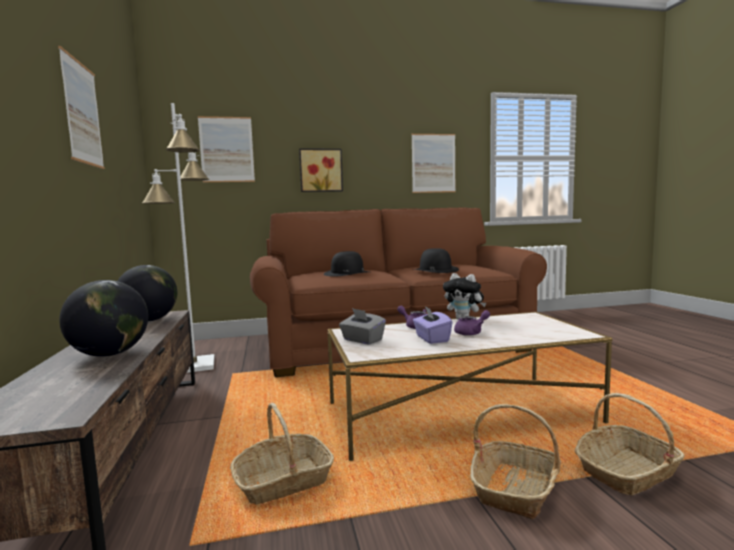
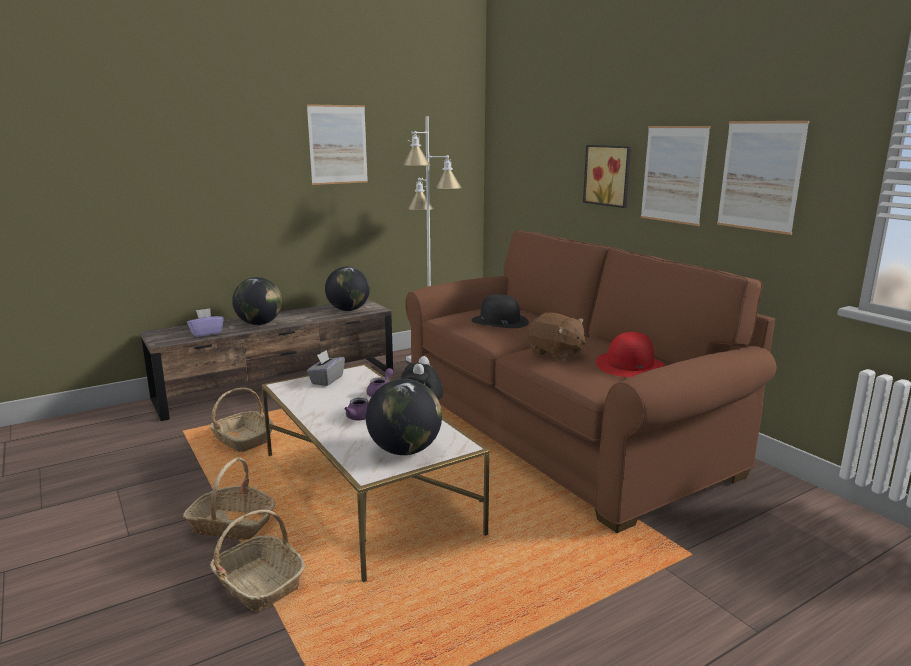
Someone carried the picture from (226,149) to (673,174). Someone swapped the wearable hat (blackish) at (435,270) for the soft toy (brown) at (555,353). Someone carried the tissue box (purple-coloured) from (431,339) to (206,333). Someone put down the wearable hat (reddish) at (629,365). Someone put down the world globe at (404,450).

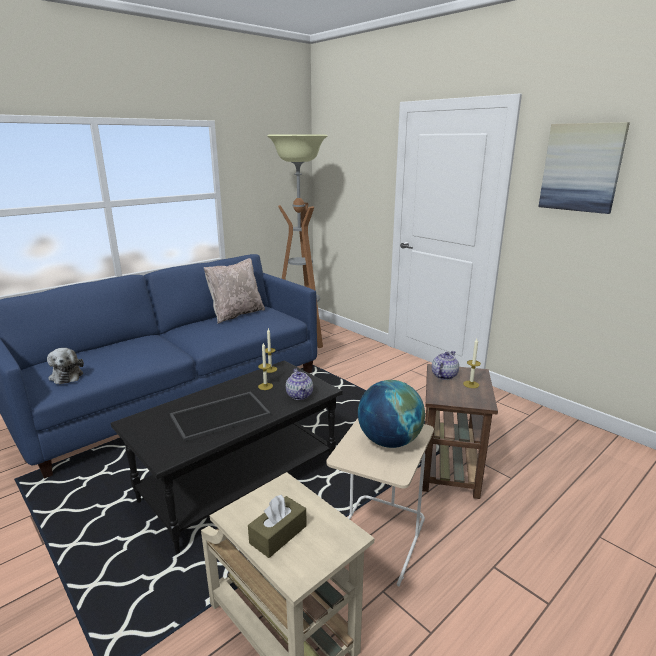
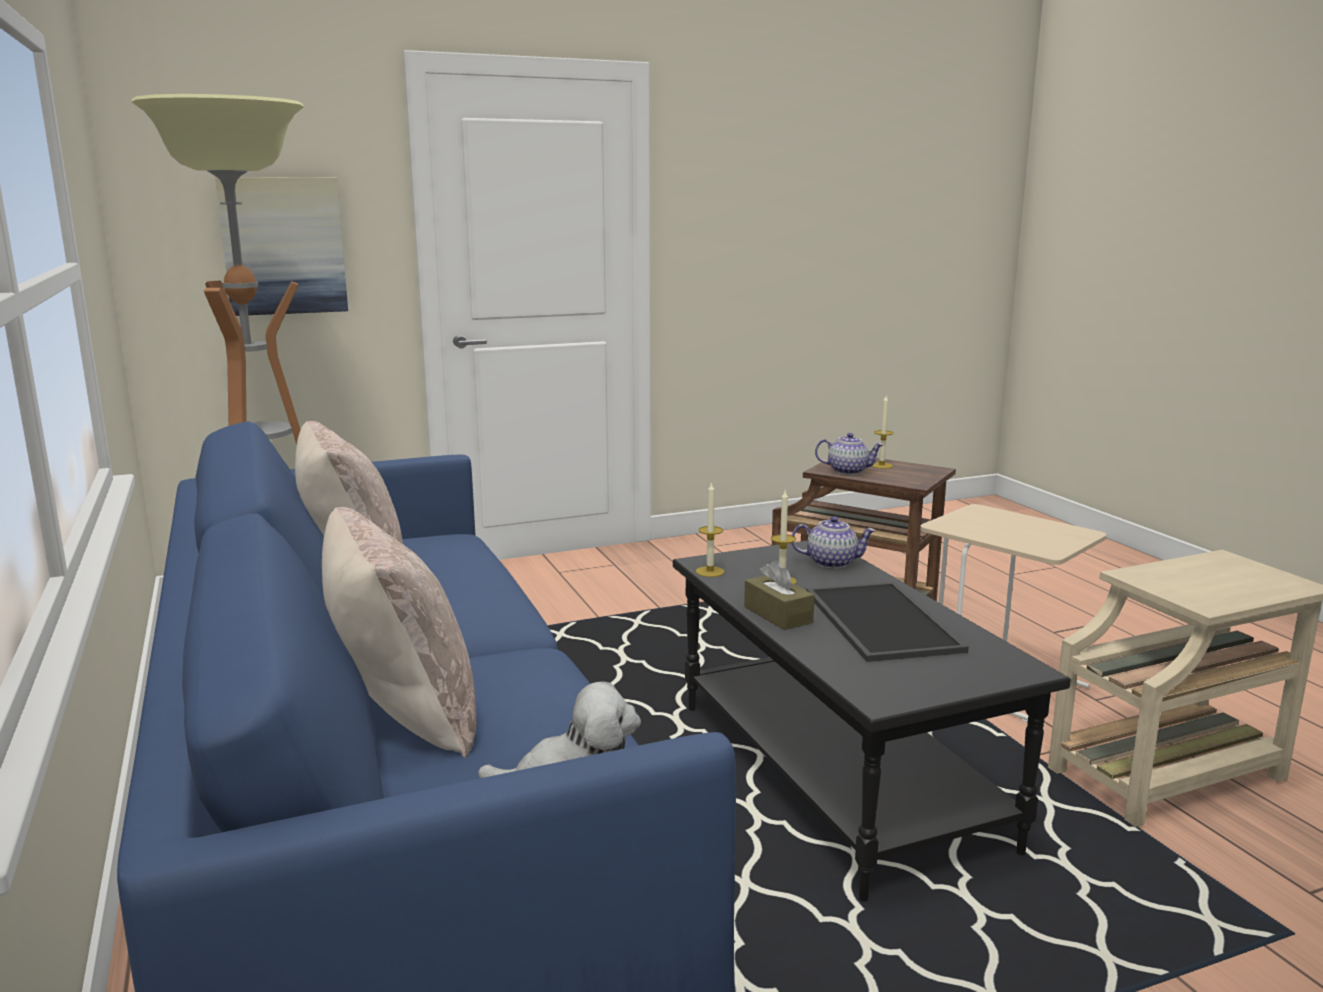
Someone carried the picture from (581,167) to (283,246). Someone rotated the tea pot at (444,375) by 135 degrees clockwise. Someone took away the world globe at (389,441). Someone carried the tissue box (brown) from (278,534) to (778,615). Someone put down the pillow (beige) at (403,716).

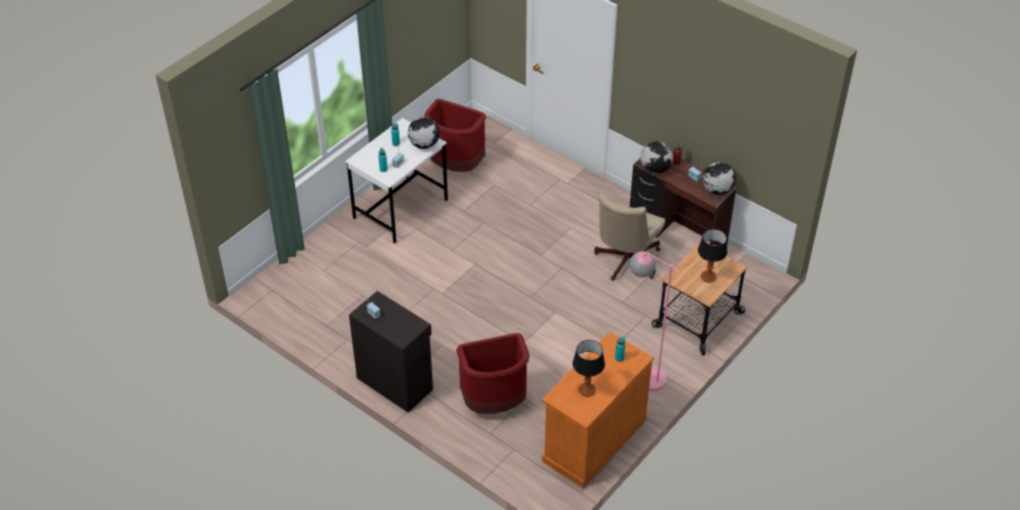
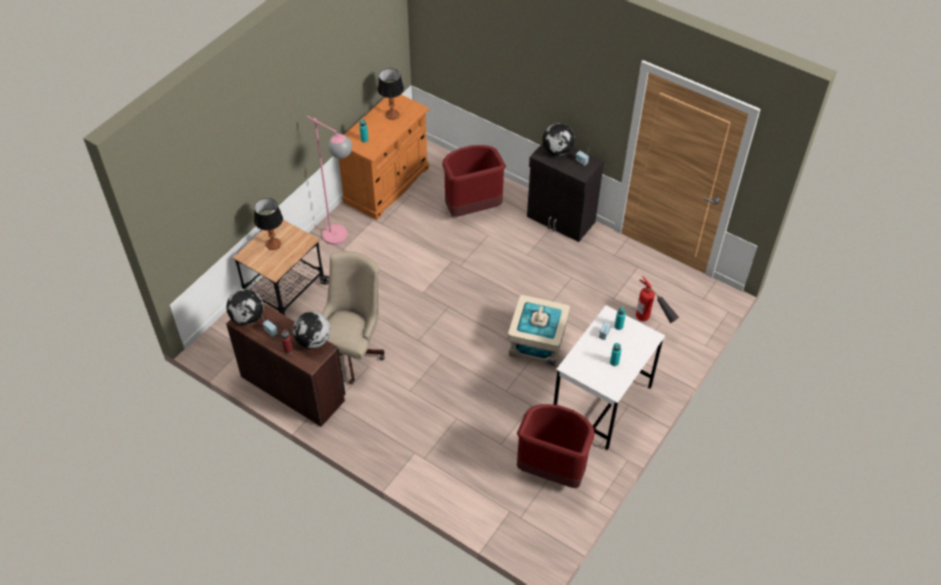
Someone carried the world globe from (423,144) to (557,151). Someone put down the fire-fighting cylinder at (652,323). Someone put down the storage bin (beige) at (537,343).

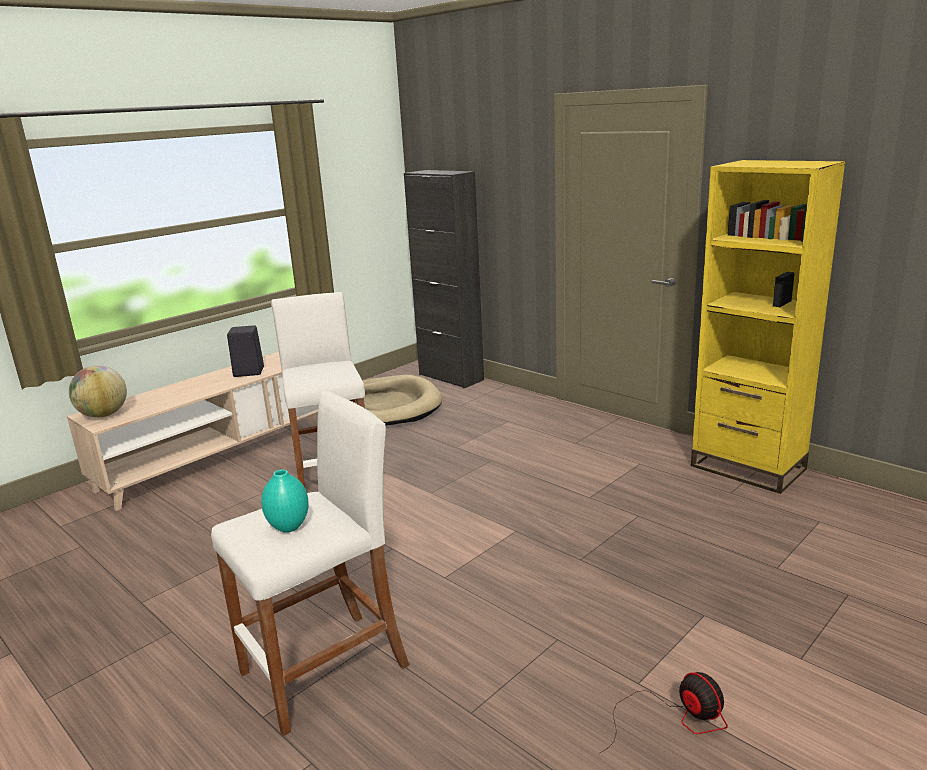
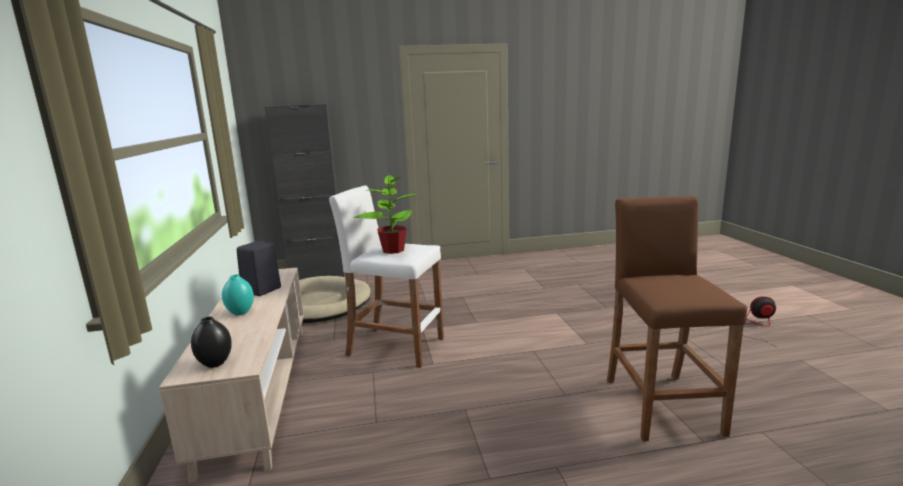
Someone took away the bookshelf (yellowish) at (747,468). Someone swapped the world globe at (103,415) for the flower vase (blackish) at (214,364). Someone repainted the stool seat (white-coloured) at (325,669), which became the stool seat (brown) at (661,405). Someone carried the flower vase (turquoise) from (289,527) to (241,312). Someone put down the houseplant at (393,250).

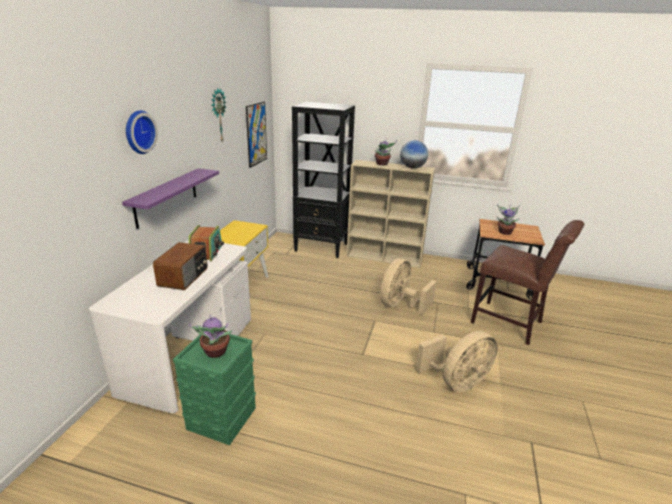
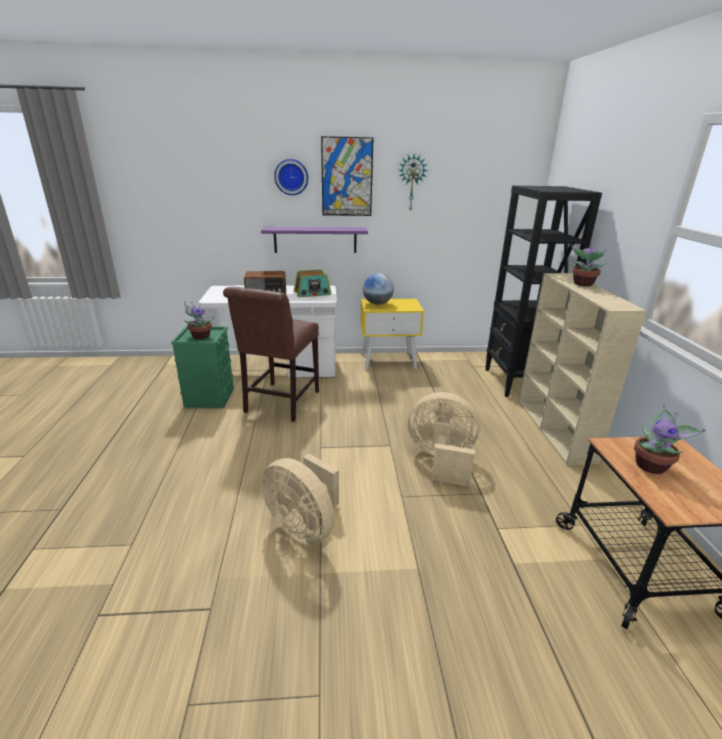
Someone carried the picture from (256,134) to (347,177). Someone carried the world globe from (412,167) to (377,304). Someone carried the chair (brown) from (510,324) to (279,403).

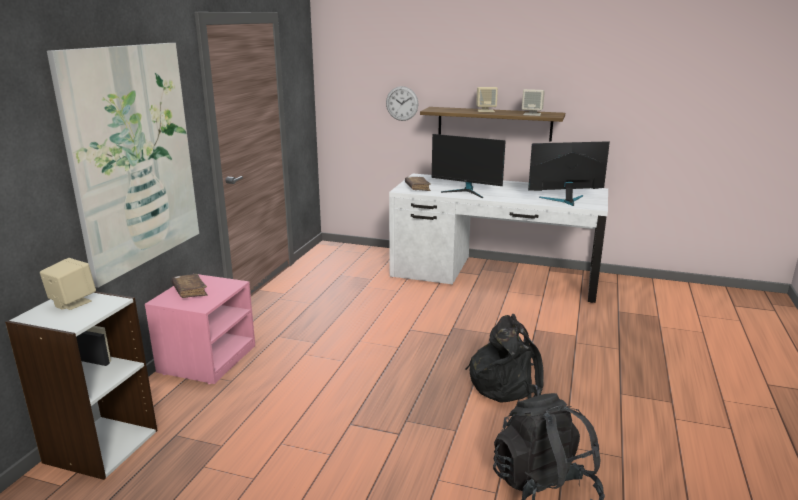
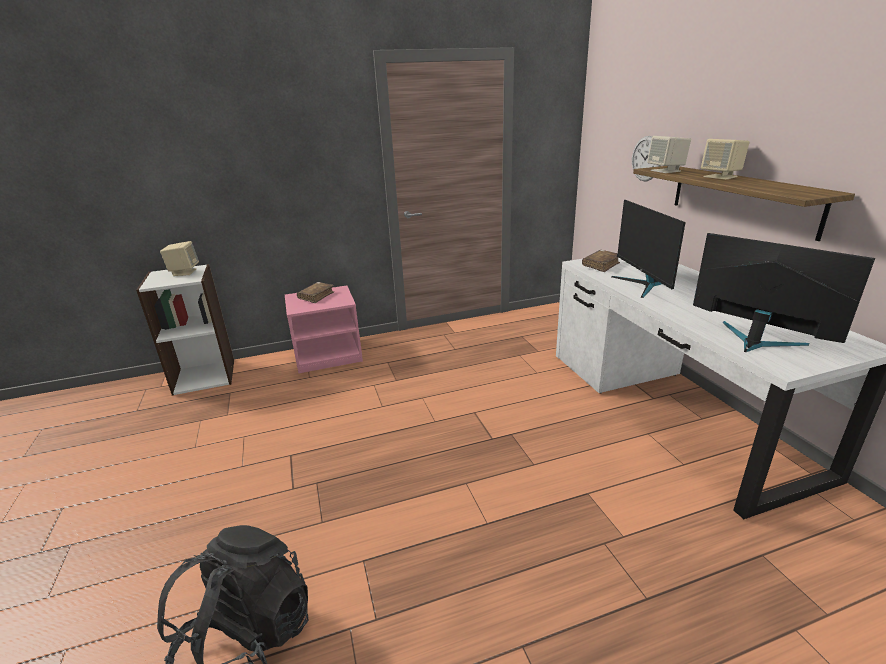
Someone took away the picture at (133,158). Someone carried the speaker (beige) from (532,114) to (666,171). Someone took away the knapsack (blackish) at (505,383).

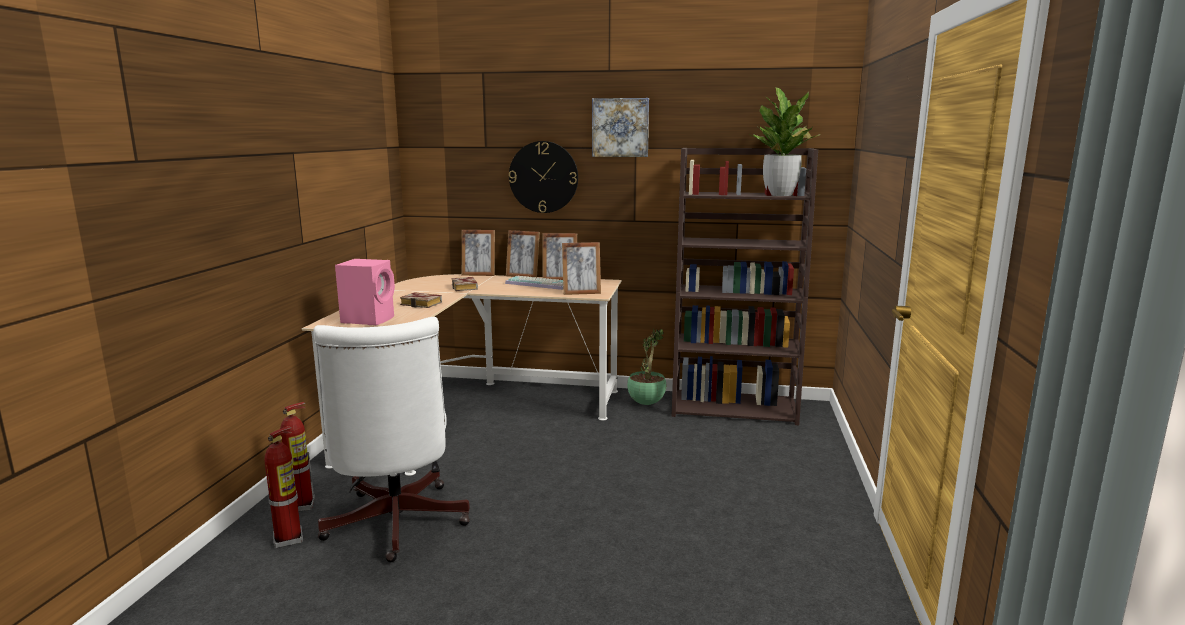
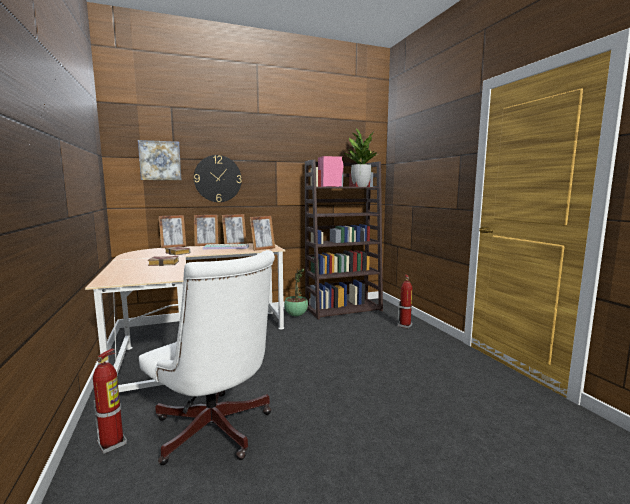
Someone carried the picture from (620,127) to (160,160). Someone carried the speaker (pink) from (369,319) to (329,186). Someone carried the fire-fighting cylinder from (289,539) to (405,325).

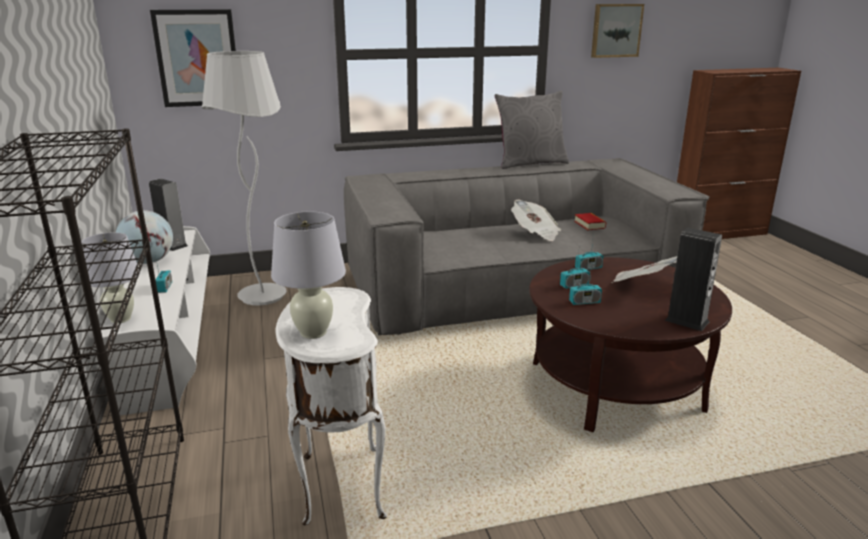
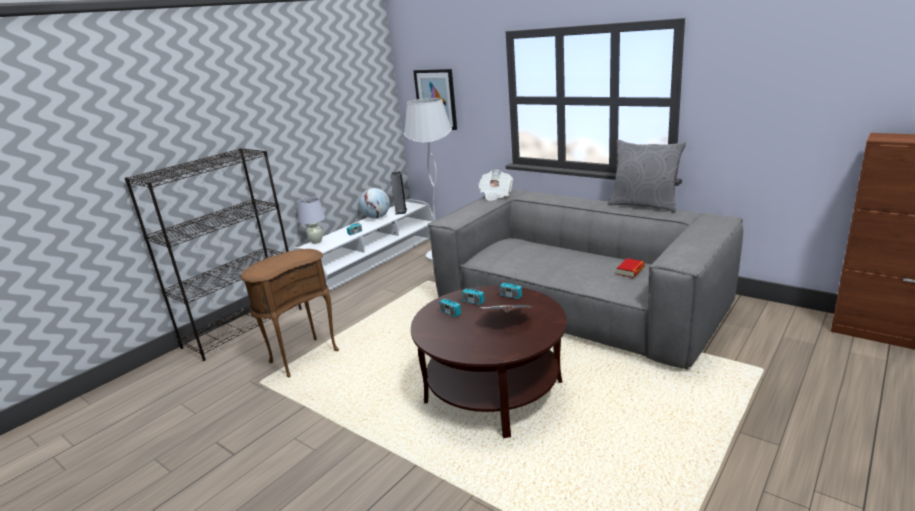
Someone took away the picture at (615,30). Someone carried the newspaper from (535,233) to (495,195). Someone took away the lamp for a table (white-coloured) at (313,333). Someone took away the speaker at (687,321). Someone repainted the side table (white-coloured) at (338,486), which became the side table (brown) at (302,356).

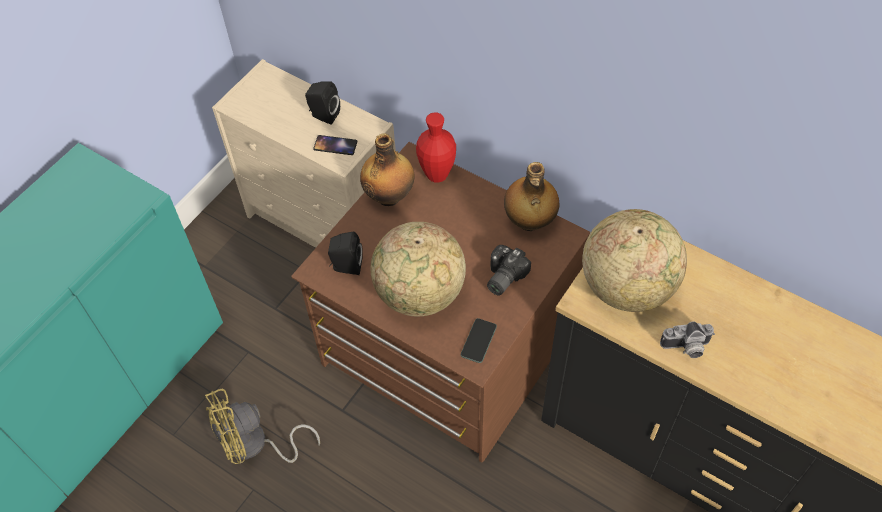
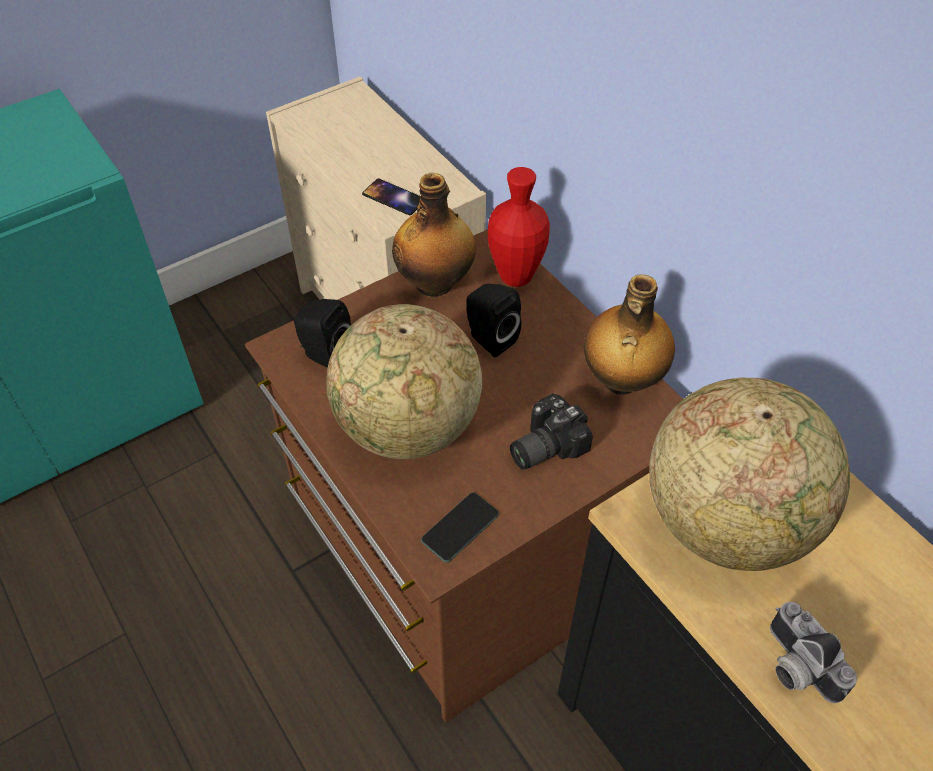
Someone carried the speaker (blackish) from (323,115) to (489,339). Someone rotated the still camera at (686,348) by 45 degrees clockwise. Someone took away the fan (yellowish) at (255,445).

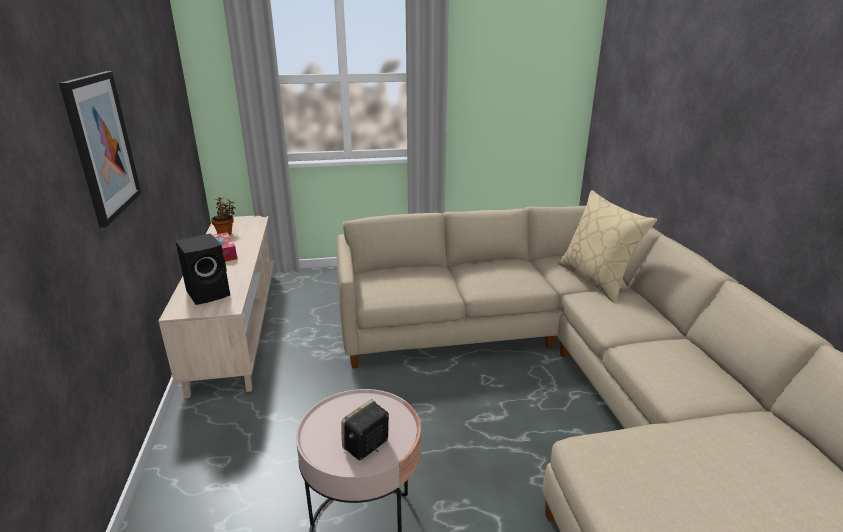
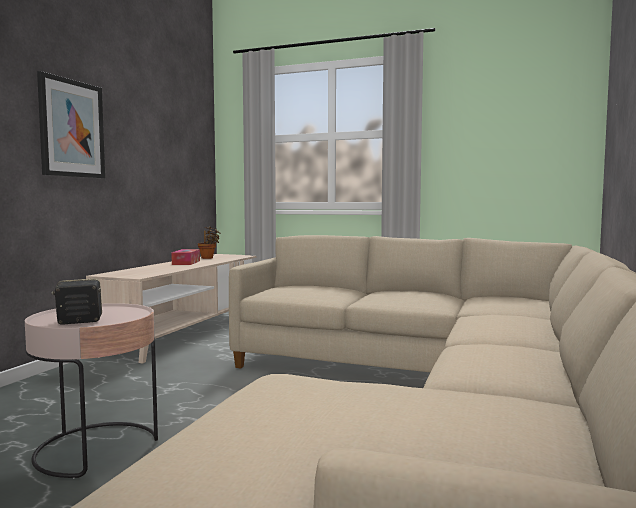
Someone took away the pillow (beige) at (596,280). Someone took away the speaker (blackish) at (210,293).

